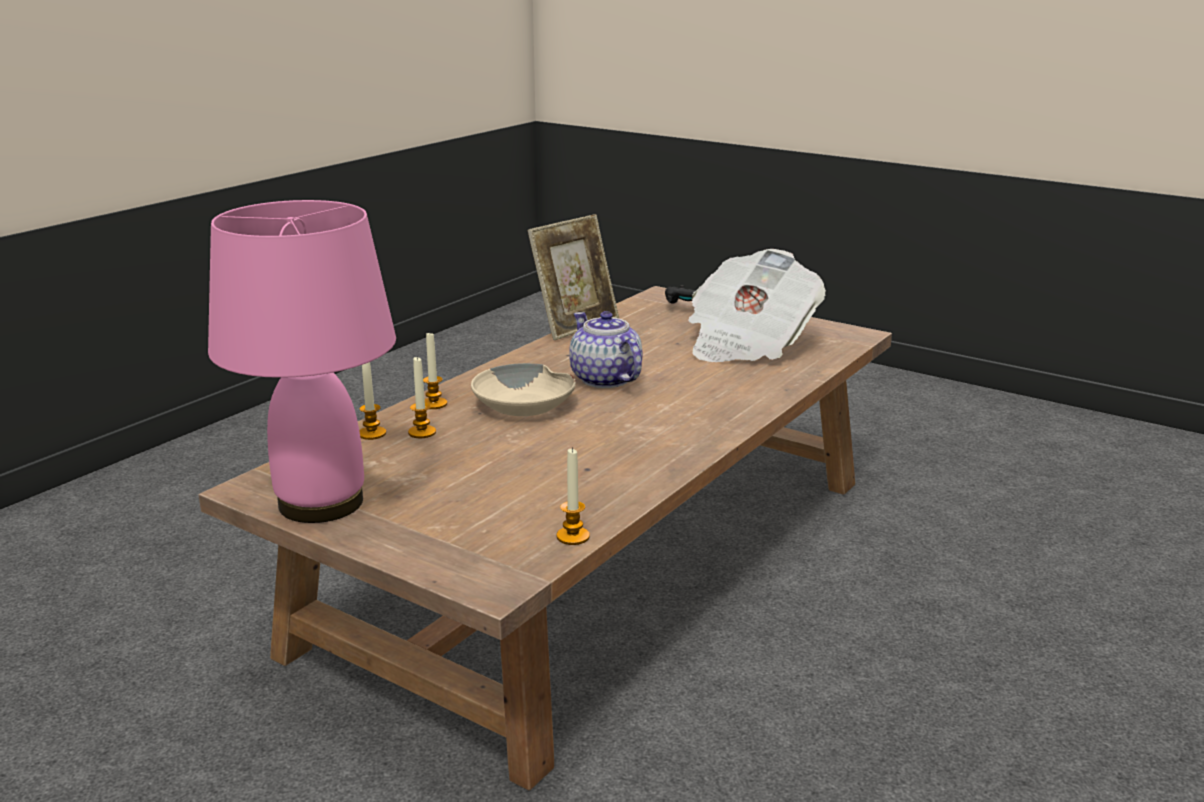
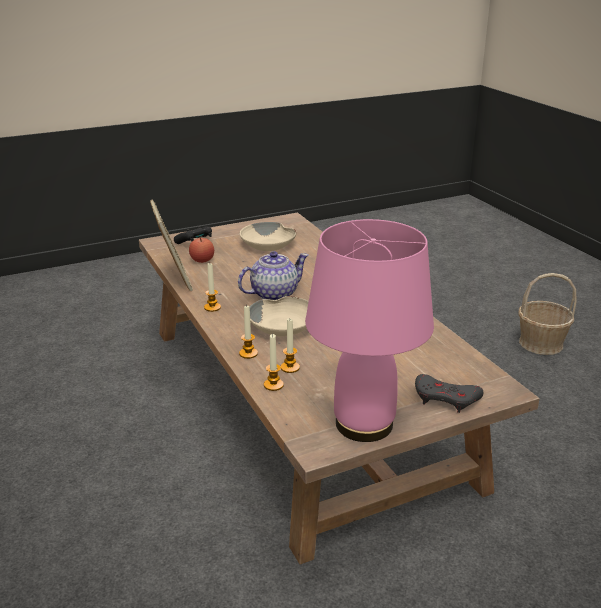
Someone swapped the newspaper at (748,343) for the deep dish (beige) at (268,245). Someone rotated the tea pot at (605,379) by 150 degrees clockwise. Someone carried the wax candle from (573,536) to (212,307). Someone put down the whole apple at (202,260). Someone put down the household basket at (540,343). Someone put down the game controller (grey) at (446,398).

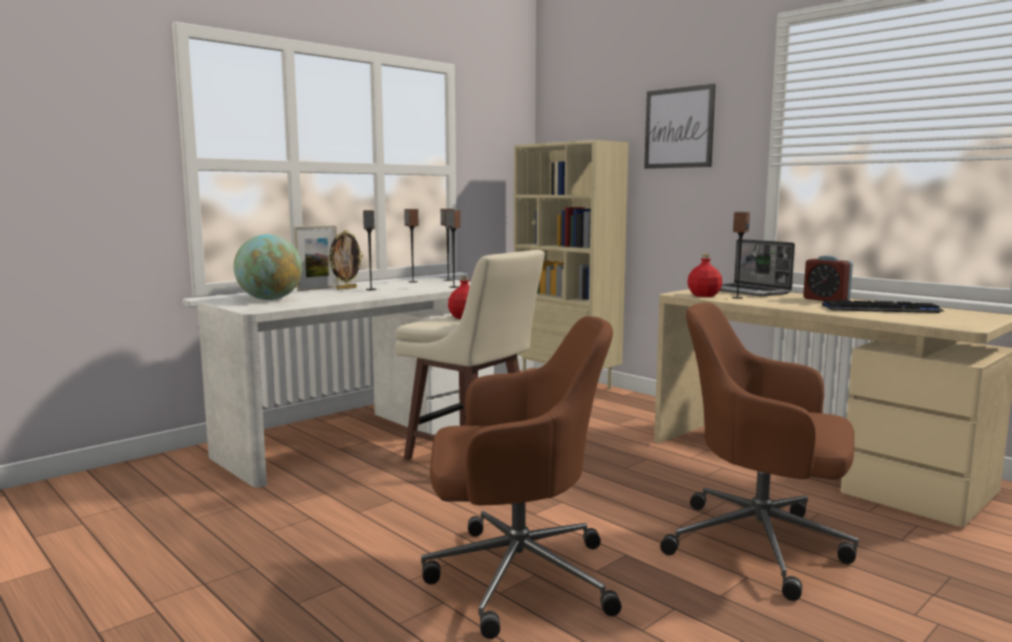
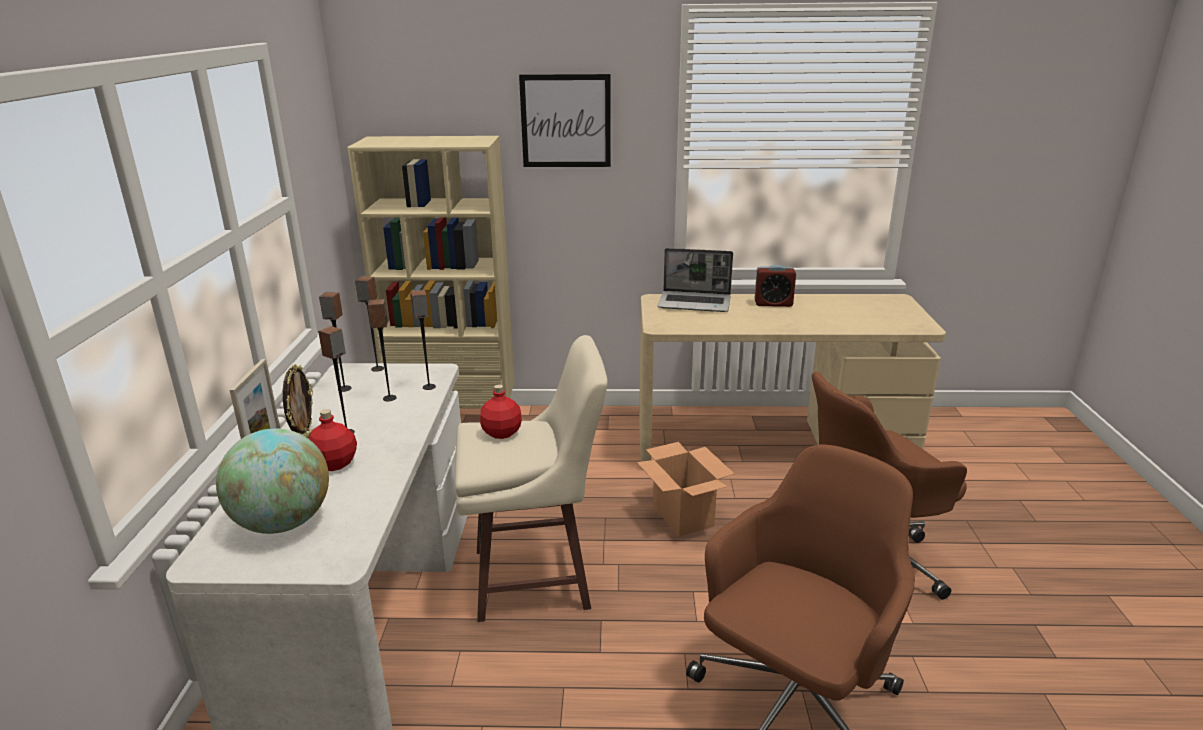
Someone carried the speaker from (737,298) to (389,398). Someone carried the drink bottle (reddish) from (703,295) to (333,464). Someone took away the PC keyboard at (881,309). Someone put down the packing box at (682,516).

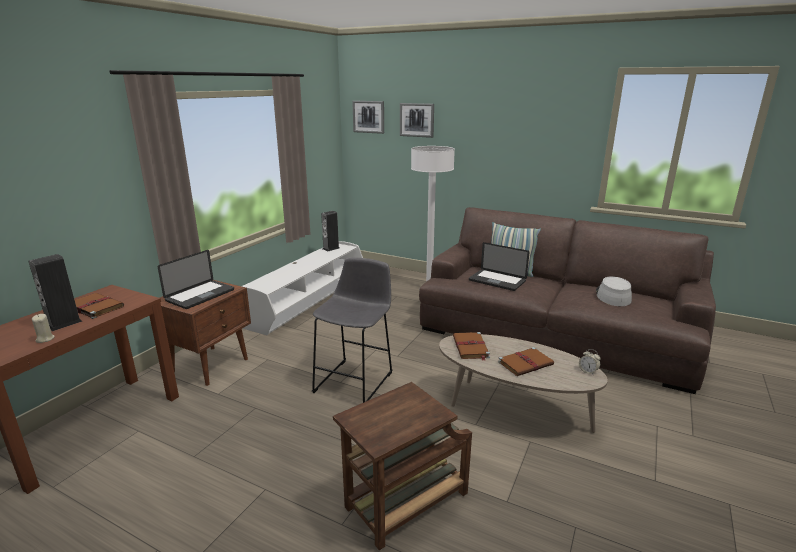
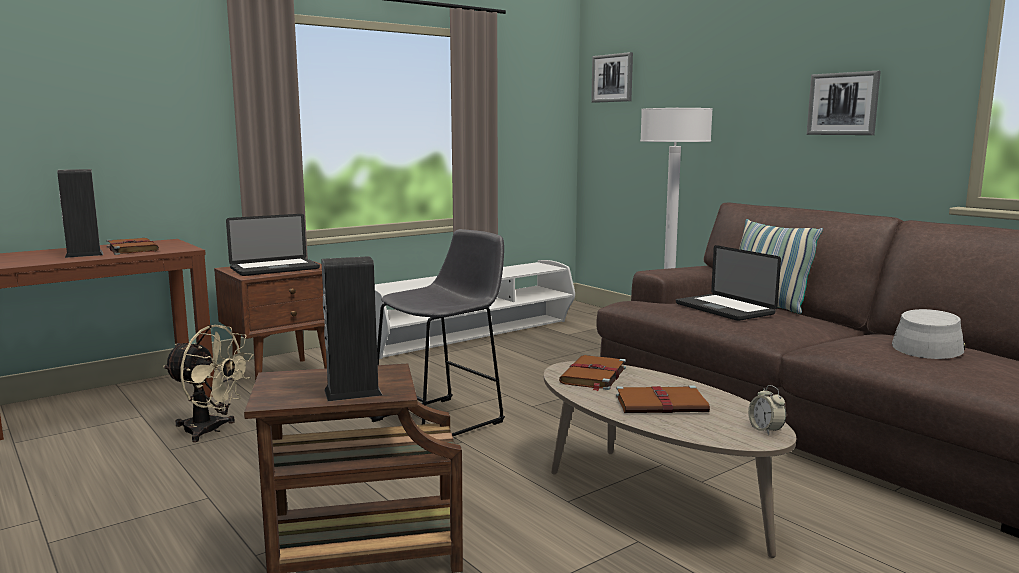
Someone carried the picture from (417,120) to (843,104). Someone carried the speaker from (331,248) to (353,392). Someone took away the wax candle (beige) at (45,339). Someone put down the fan (beige) at (210,430).

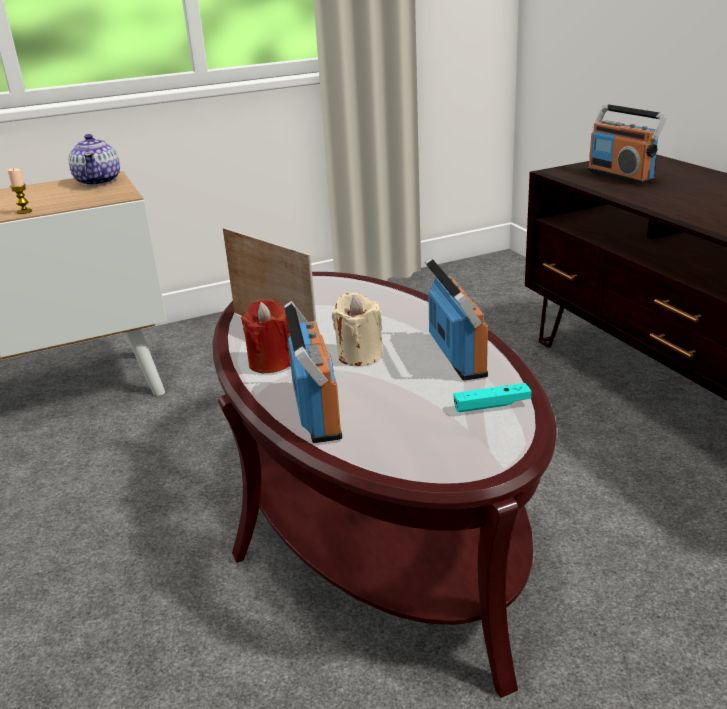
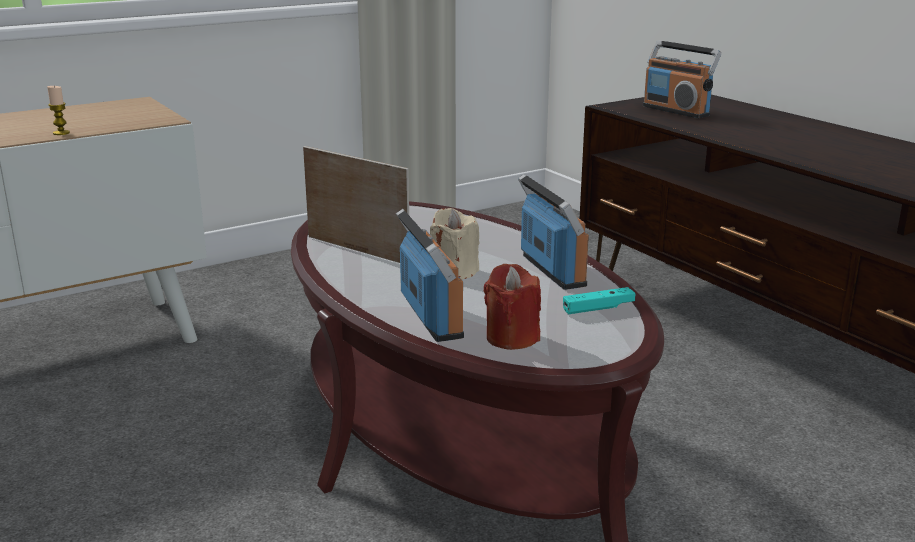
Someone took away the tea pot at (99,181). Someone carried the wax candle (reddish) from (270,363) to (512,338).

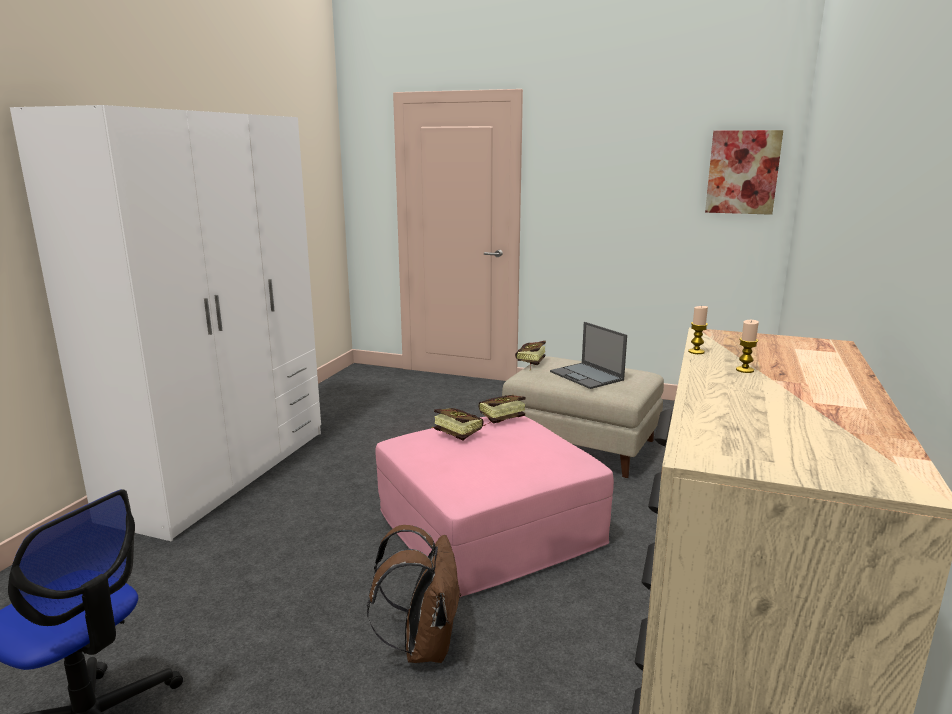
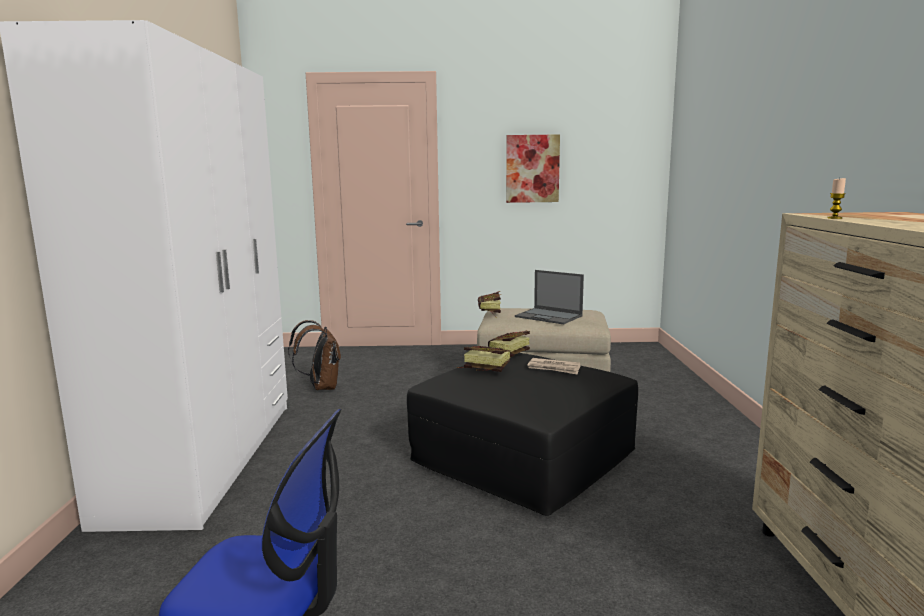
Someone carried the picture from (742,172) to (532,168). Someone took away the wax candle at (744,370). Someone repainted the footrest (pink) at (490,527), which became the footrest (blackish) at (524,456). Someone carried the knapsack (brown) from (423,645) to (321,387). Someone put down the newspaper at (554,368).

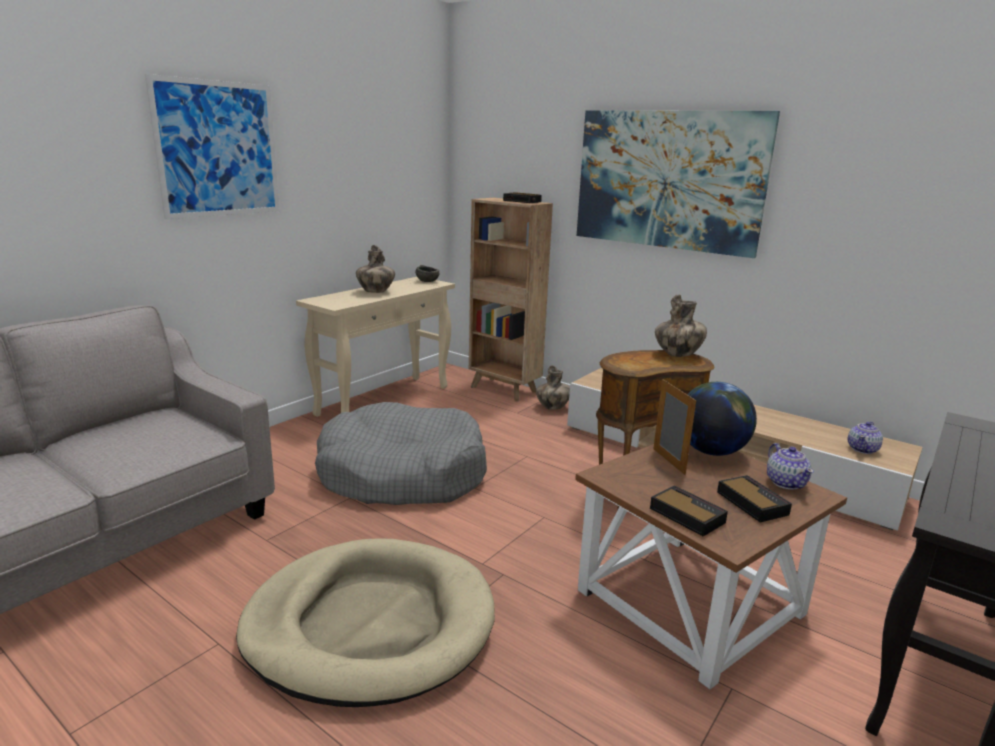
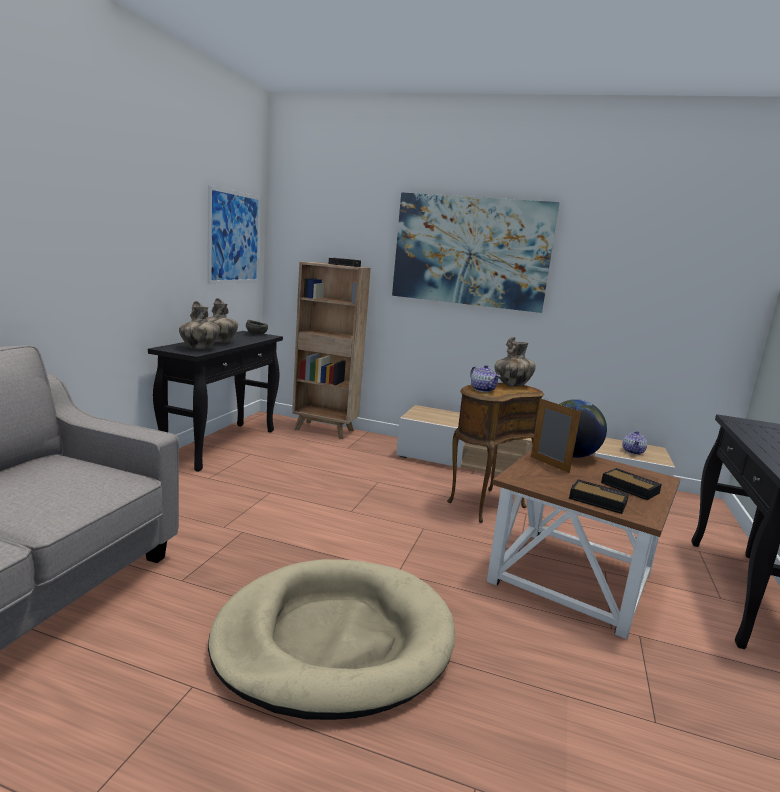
Someone carried the picture from (218,149) to (234,238). Someone repainted the hall table (beige) at (384,400), which became the hall table (blackish) at (222,445). Someone carried the flower vase from (552,407) to (199,348). Someone took away the pet bed (grey) at (402,474). Someone carried the tea pot from (786,482) to (483,390).

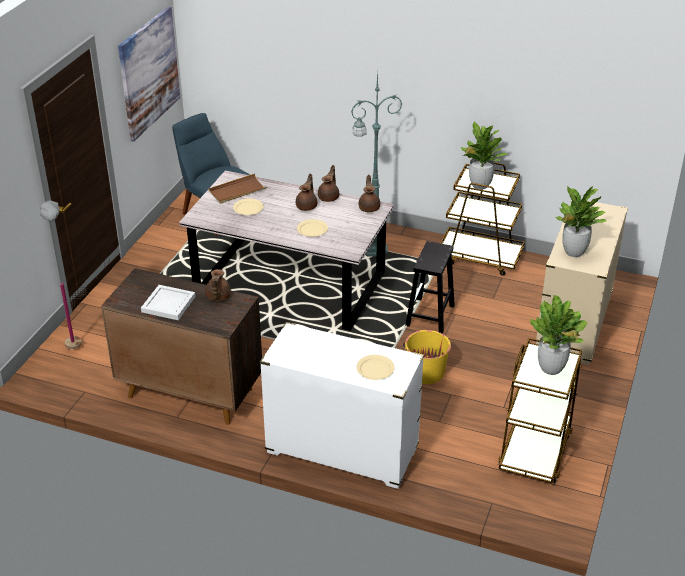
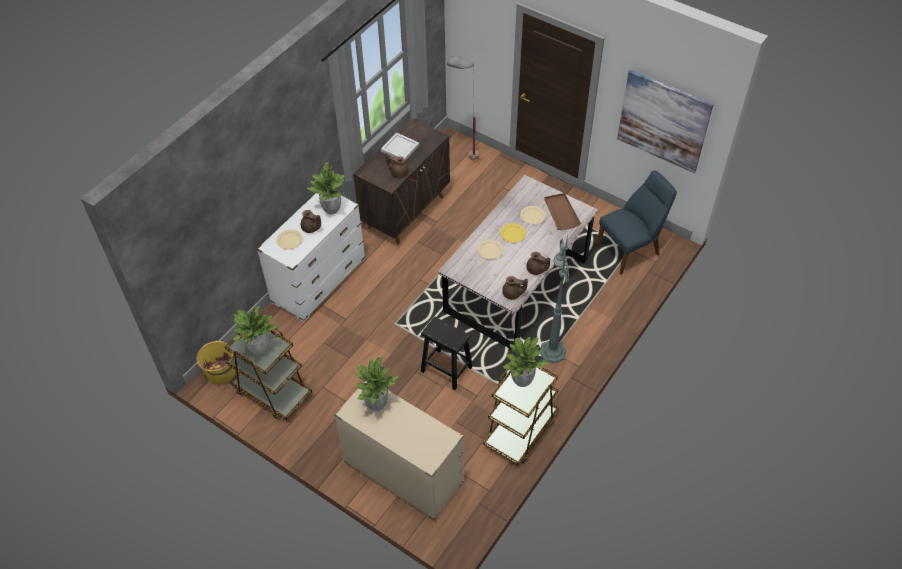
Someone carried the tea pot (brown) from (307,206) to (311,228). Someone carried the water bucket (yellowish) from (426,372) to (221,372). Someone put down the houseplant at (332,209). Someone put down the dinner plate (yellowish) at (512,233).

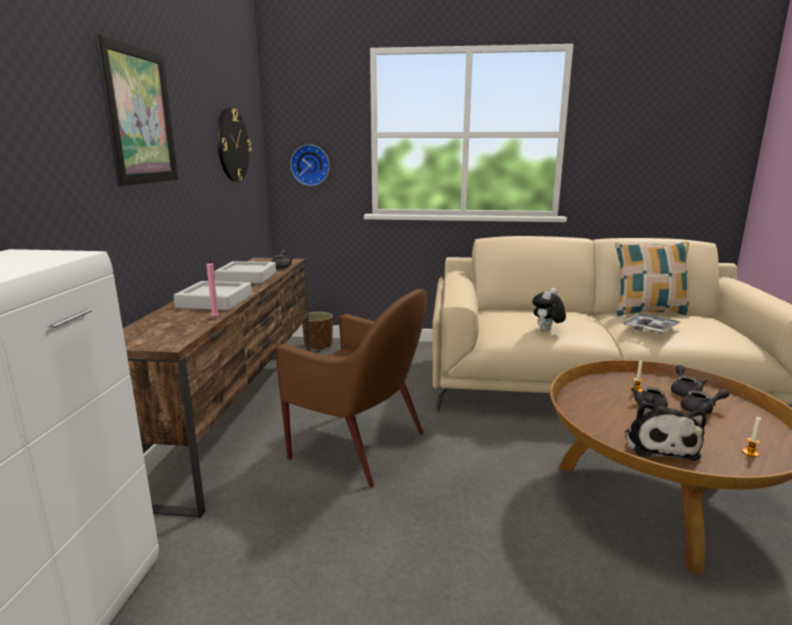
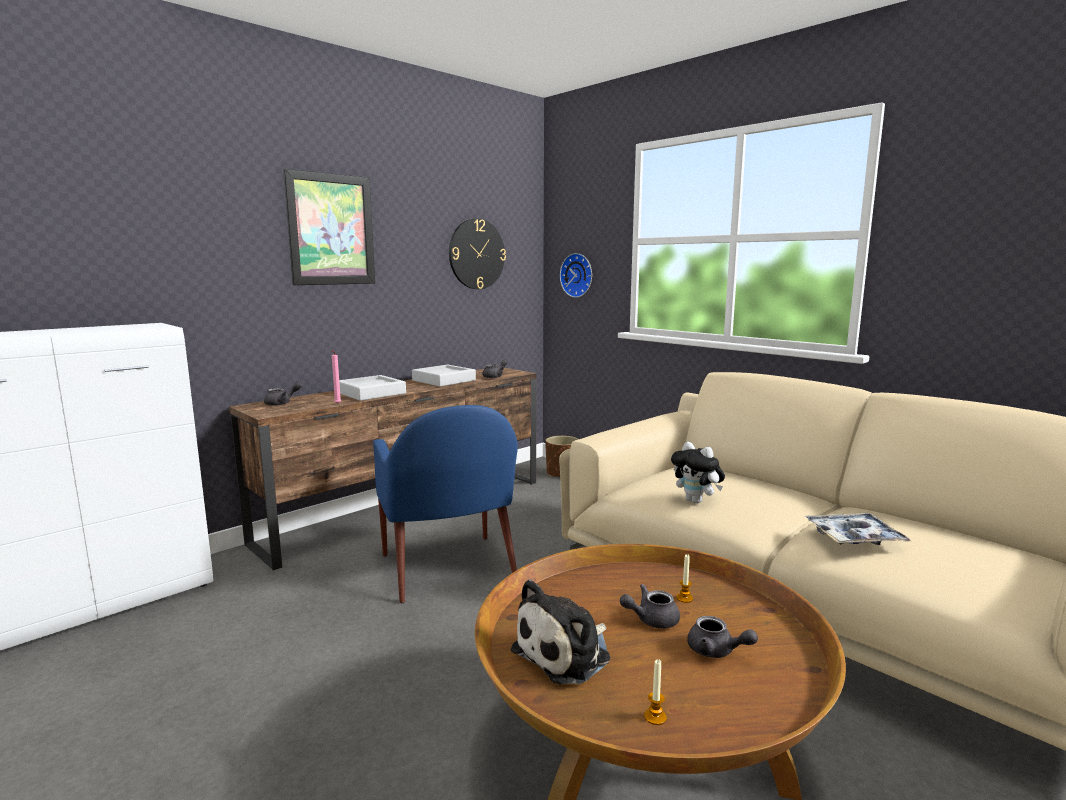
Someone took away the pillow at (648,312). Someone rotated the soft toy at (546,331) by 120 degrees counterclockwise. Someone repainted the armchair (brown) at (360,447), which became the armchair (blue-coloured) at (448,569). Someone carried the tea pot (grey) from (684,392) to (282,403).

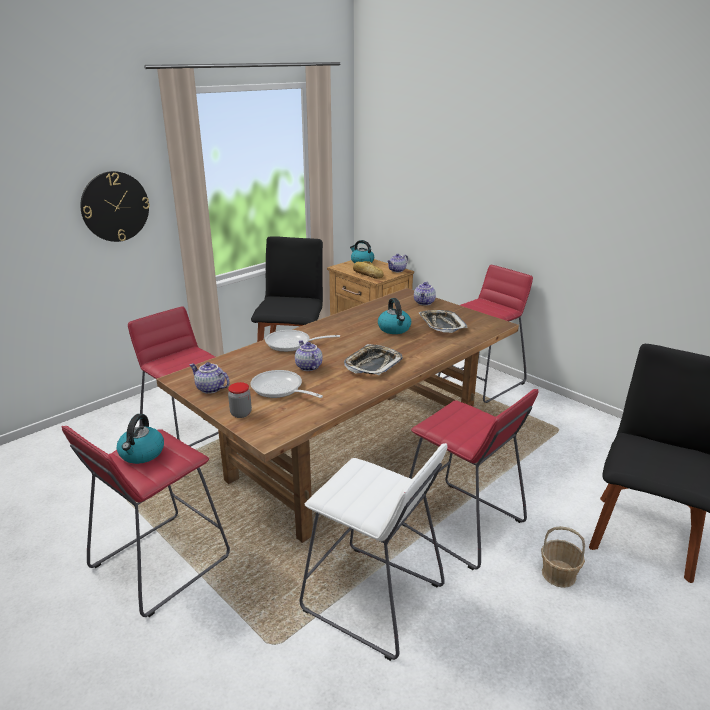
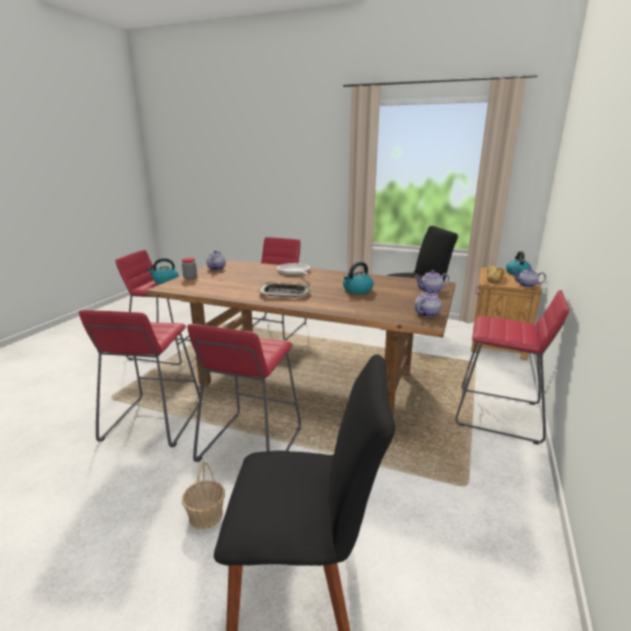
Someone took away the clock on the wall at (115,206). Someone took away the carrying tray at (441,325). Someone carried the tea pot from (308,367) to (426,314). Someone took away the skillet at (280,389). Someone repainted the stool seat (white-coloured) at (373,599), which became the stool seat (reddish) at (153,422).

